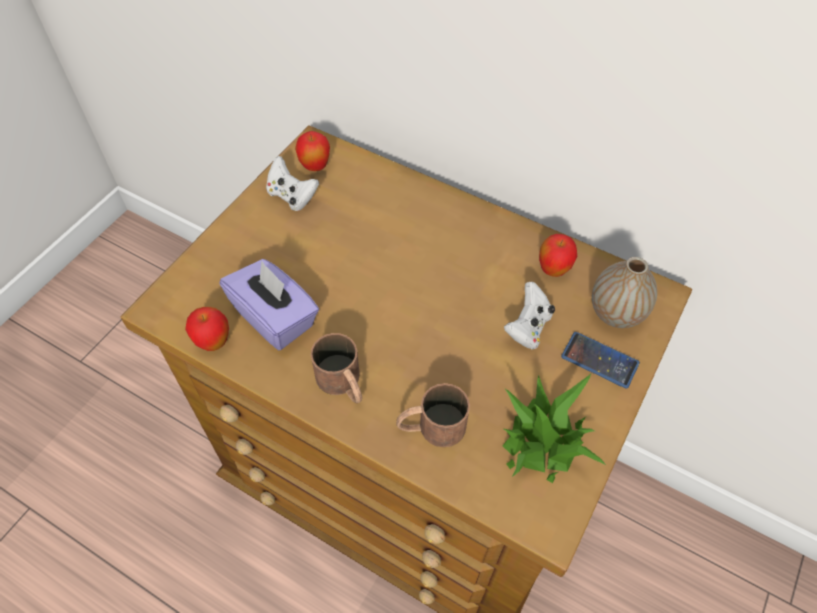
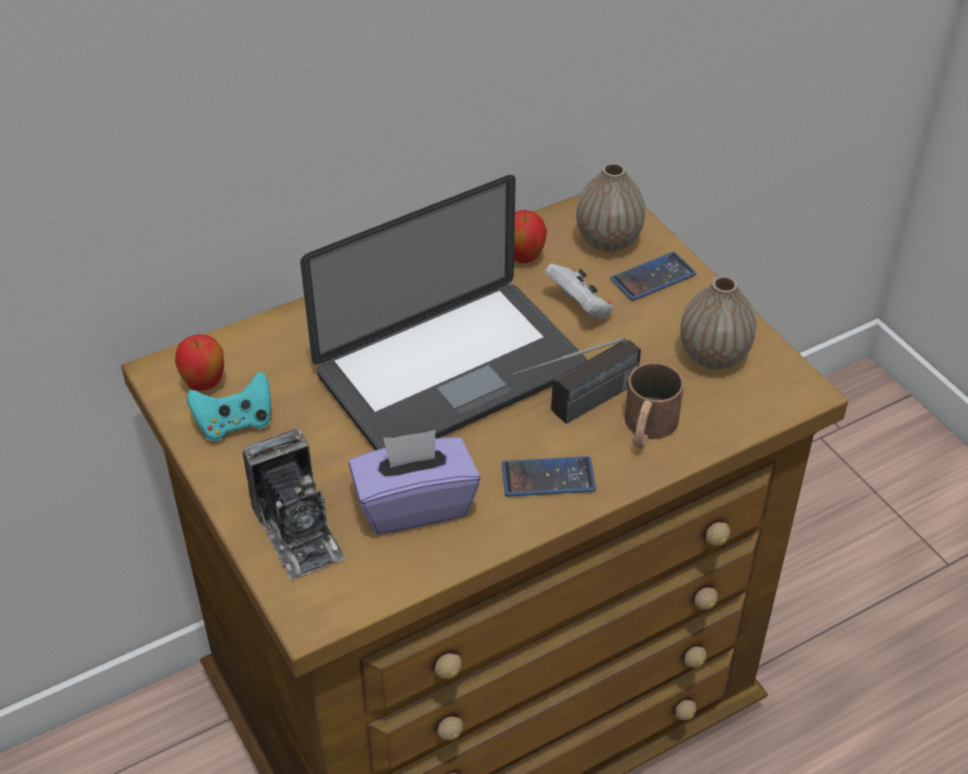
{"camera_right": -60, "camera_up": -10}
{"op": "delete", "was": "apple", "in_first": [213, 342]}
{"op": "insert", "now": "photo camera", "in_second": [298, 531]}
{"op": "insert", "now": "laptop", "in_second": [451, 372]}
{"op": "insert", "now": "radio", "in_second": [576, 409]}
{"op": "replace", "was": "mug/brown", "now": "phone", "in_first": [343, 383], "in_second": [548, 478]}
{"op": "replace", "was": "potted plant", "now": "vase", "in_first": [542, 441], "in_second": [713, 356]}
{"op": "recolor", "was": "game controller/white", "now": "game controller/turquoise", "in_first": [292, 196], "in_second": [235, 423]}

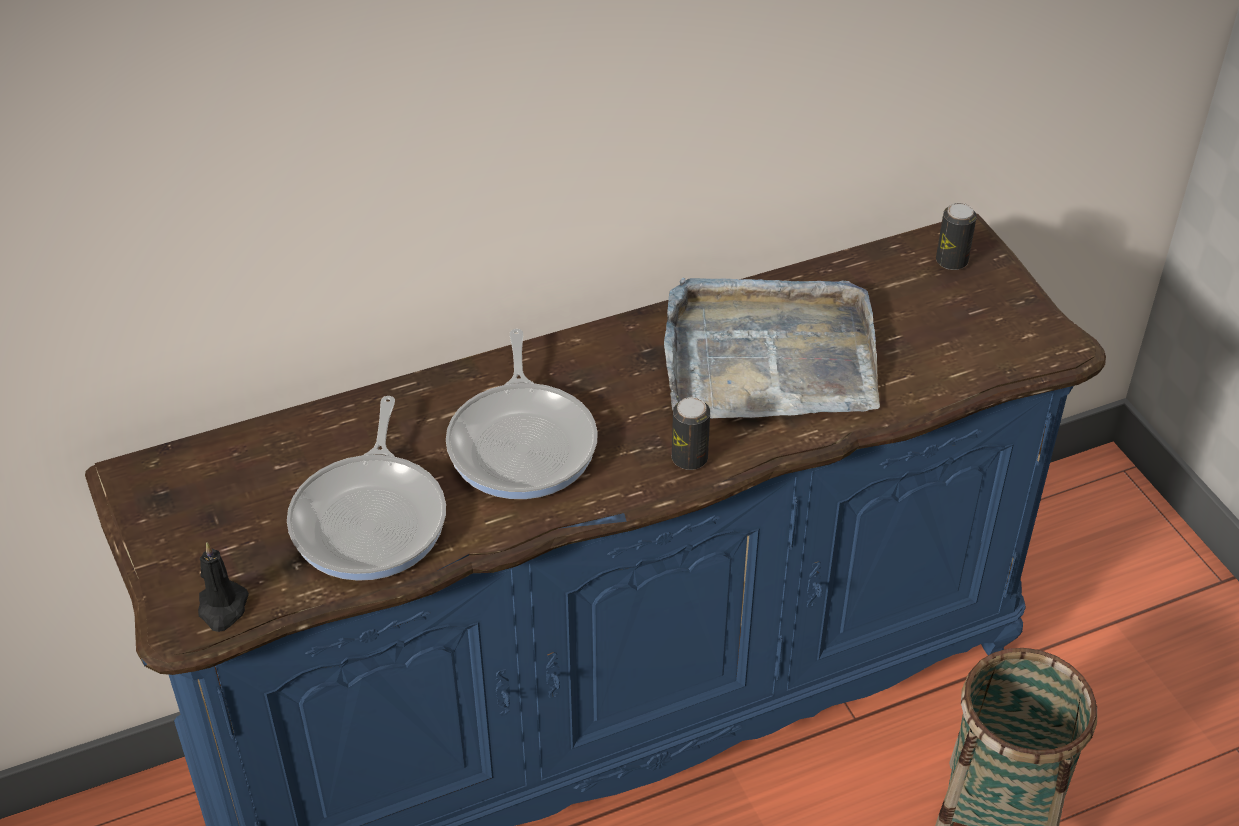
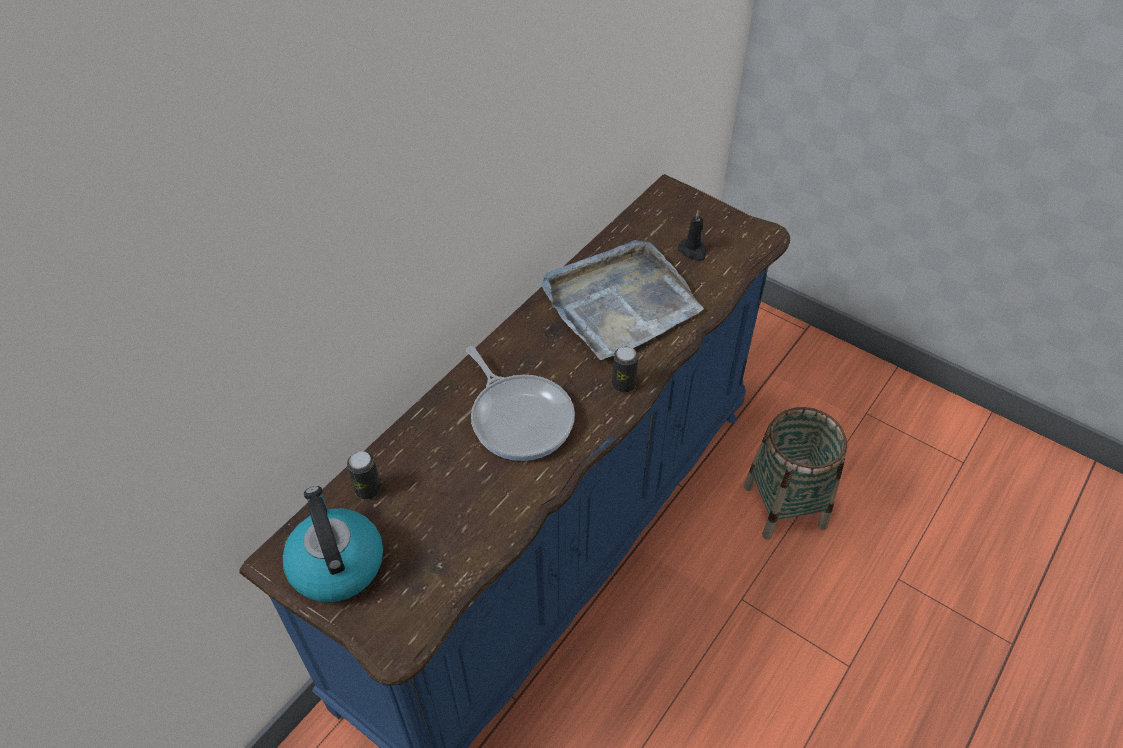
{"camera_right": -30, "camera_up": 5}
{"op": "delete", "was": "frying pan", "in_first": [372, 518]}
{"op": "insert", "now": "kettle", "in_second": [336, 563]}
{"op": "move", "was": "candle/black", "in_first": [223, 608], "in_second": [693, 251]}
{"op": "move", "was": "can", "in_first": [951, 261], "in_second": [368, 489]}

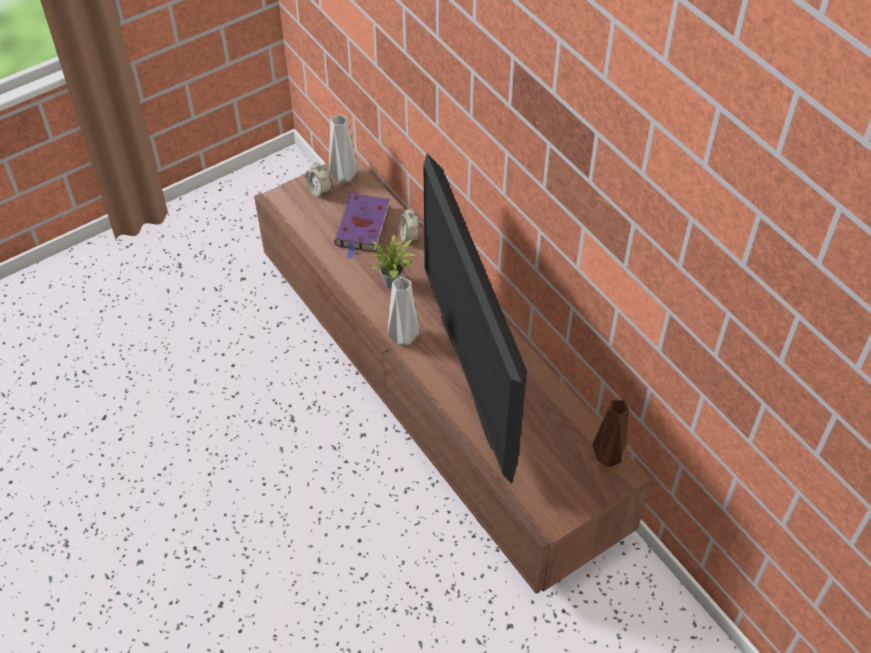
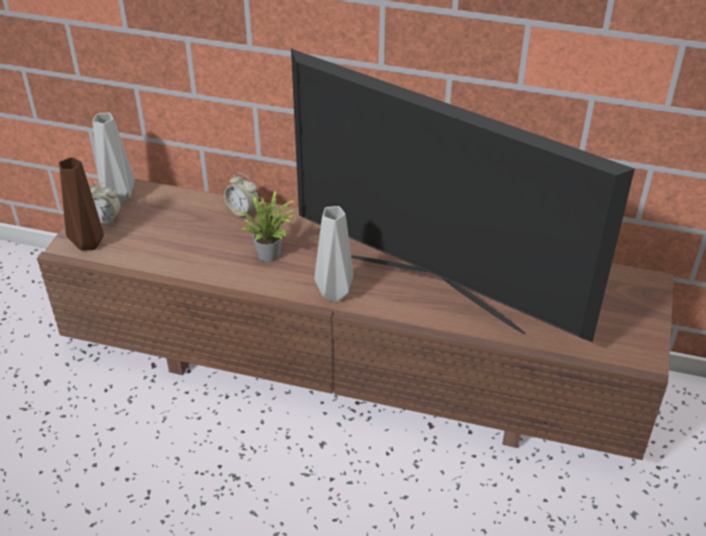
{"camera_right": -40, "camera_up": -10}
{"op": "delete", "was": "book/purple", "in_first": [363, 228]}
{"op": "move", "was": "vase/brown", "in_first": [608, 458], "in_second": [90, 244]}

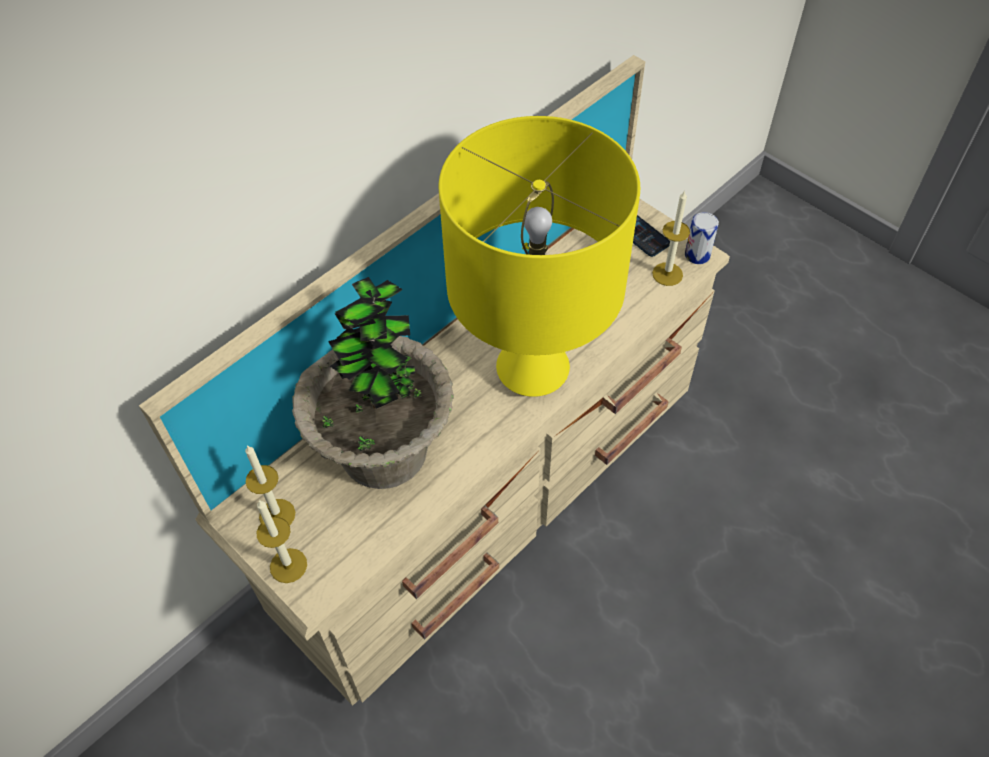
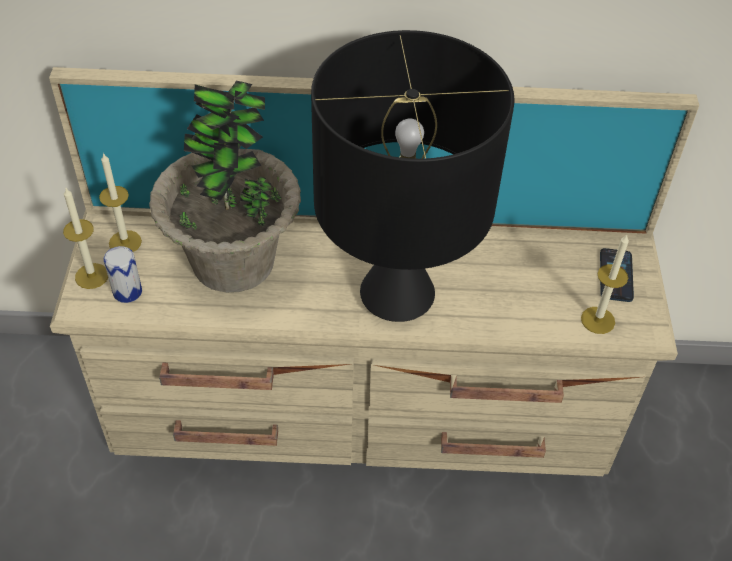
{"camera_right": 45, "camera_up": -5}
{"op": "move", "was": "can", "in_first": [697, 255], "in_second": [127, 292]}
{"op": "recolor", "was": "table lamp/yellow", "now": "table lamp/black", "in_first": [533, 372], "in_second": [397, 298]}

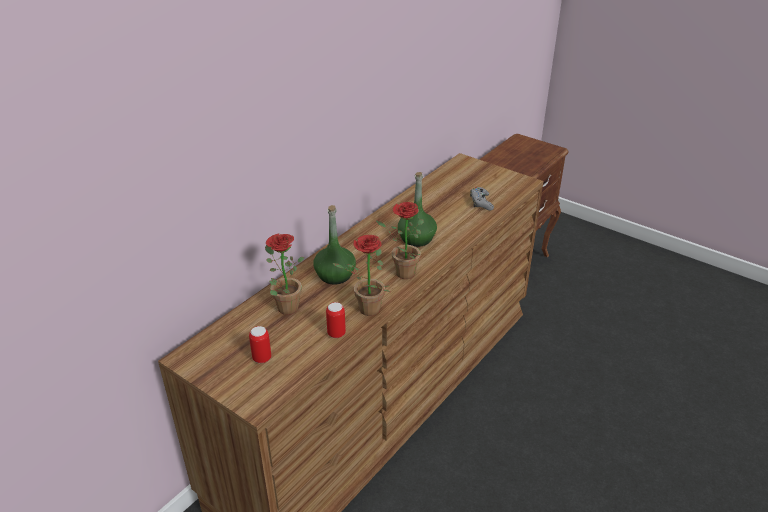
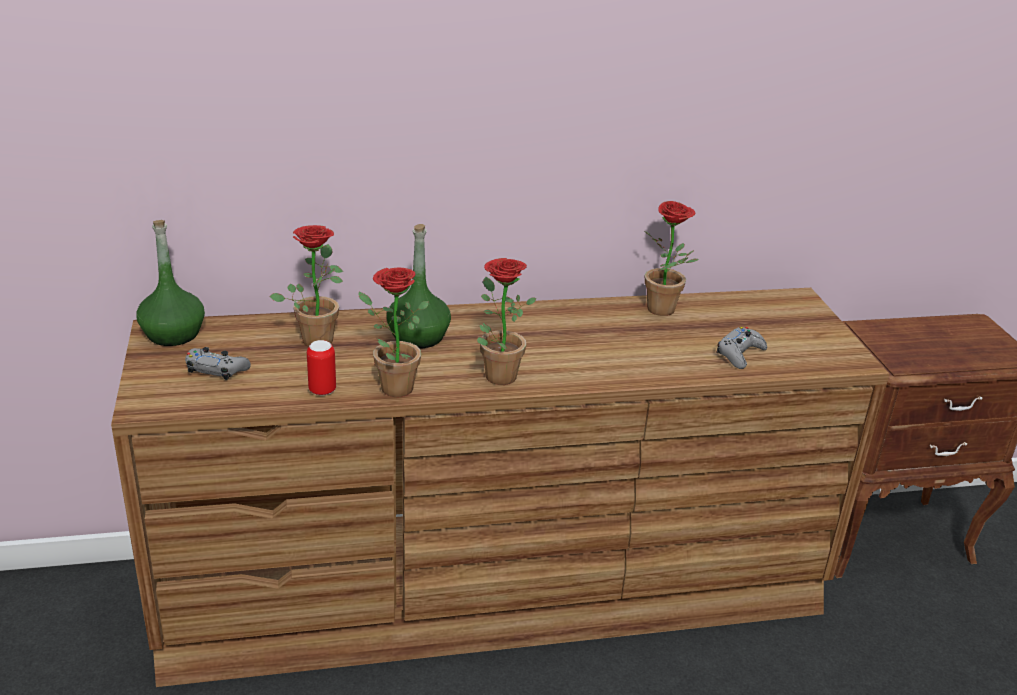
{"camera_right": 40, "camera_up": -5}
{"op": "insert", "now": "potted plant", "in_second": [666, 311]}
{"op": "move", "was": "bottle/green", "in_first": [416, 238], "in_second": [173, 334]}
{"op": "replace", "was": "can", "now": "game controller/grey", "in_first": [262, 358], "in_second": [216, 370]}

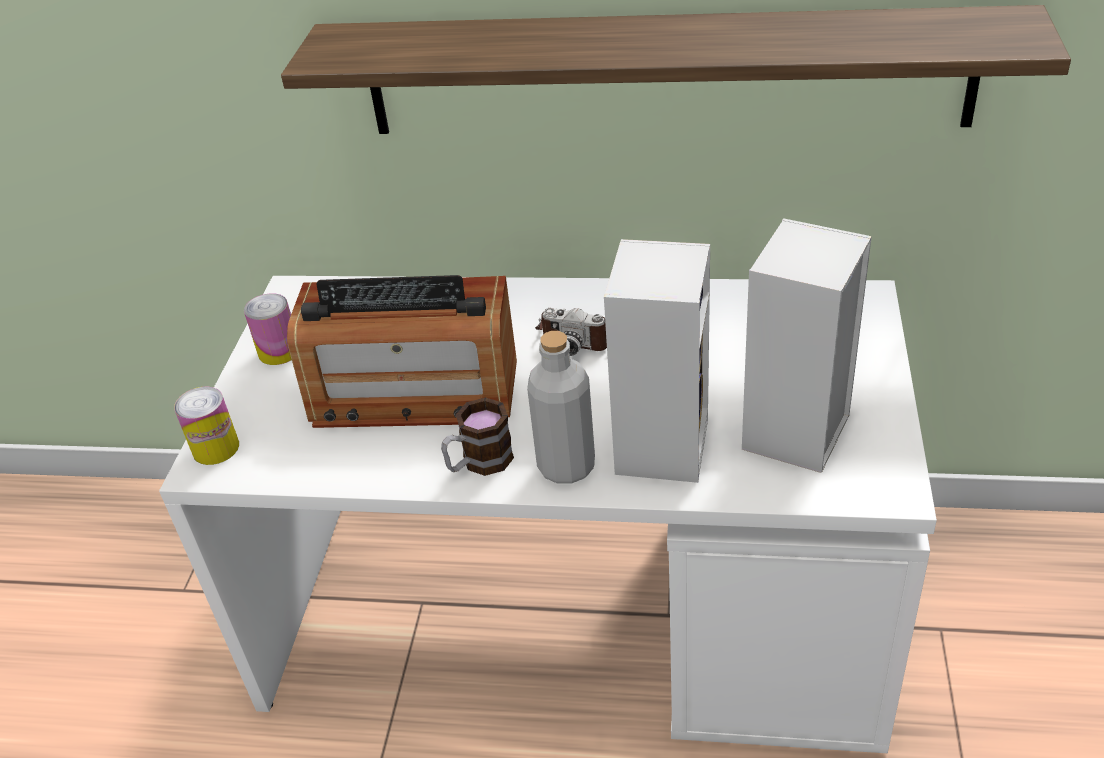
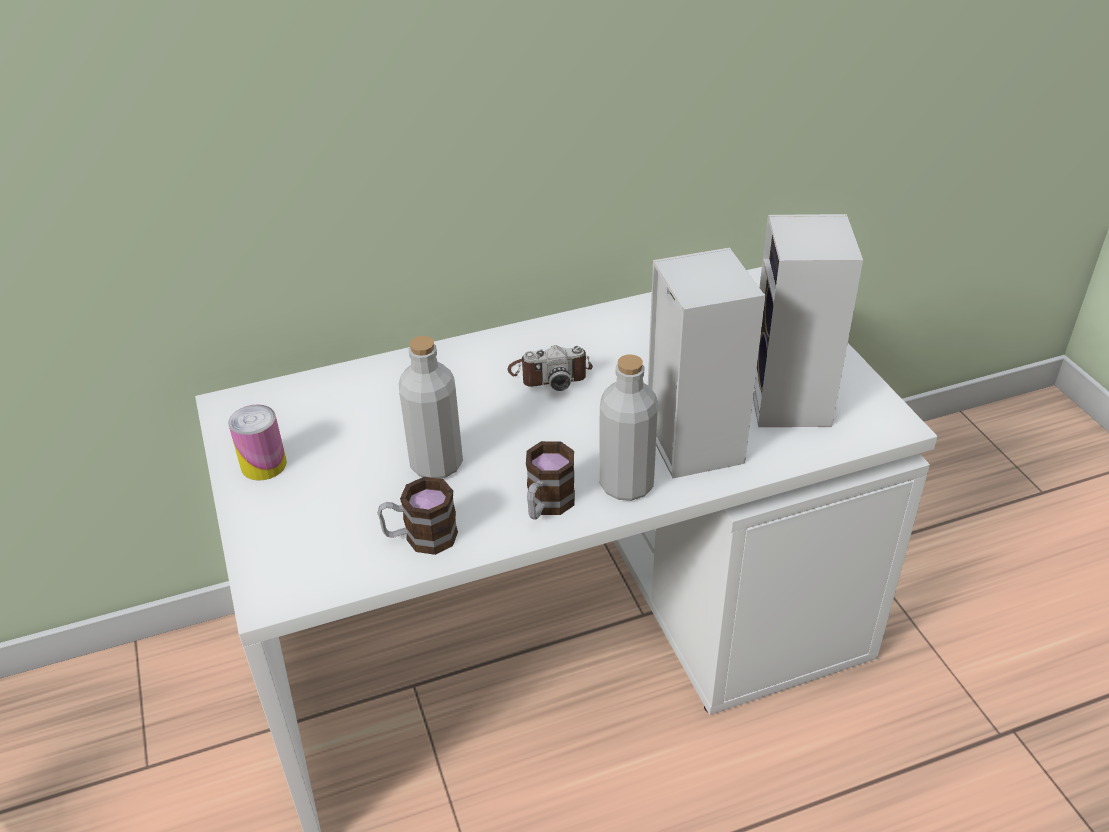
{"camera_right": -30, "camera_up": 0}
{"op": "delete", "was": "can", "in_first": [216, 448]}
{"op": "delete", "was": "shelf", "in_first": [663, 73]}
{"op": "insert", "now": "mug", "in_second": [420, 537]}
{"op": "replace", "was": "radio", "now": "bottle/grey", "in_first": [414, 393], "in_second": [436, 464]}

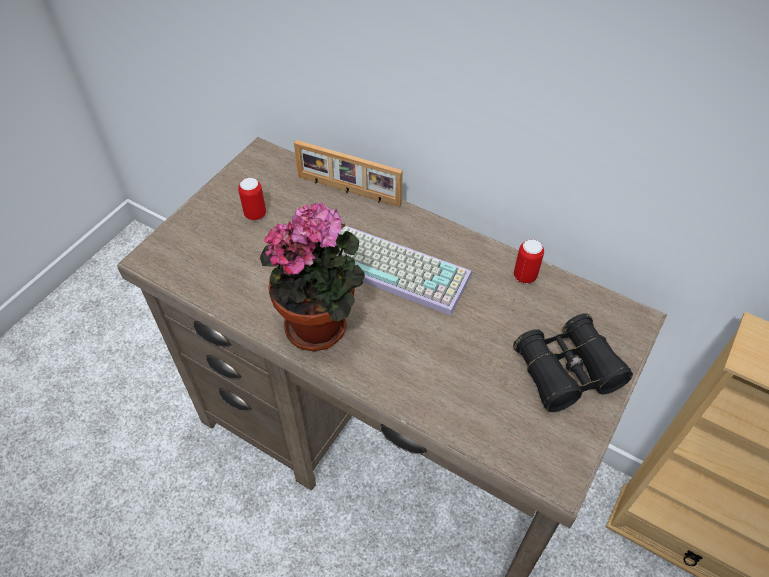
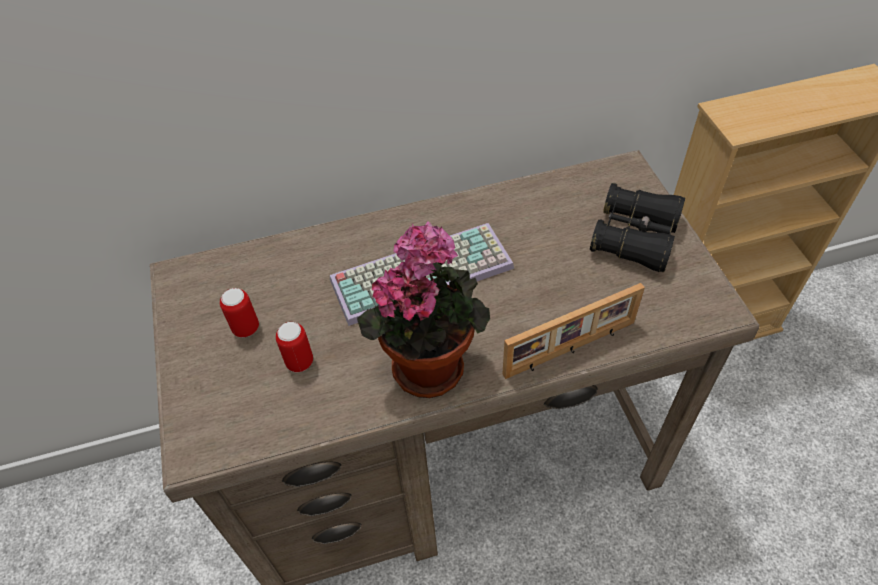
{"camera_right": -45, "camera_up": 0}
{"op": "move", "was": "picture frame", "in_first": [348, 191], "in_second": [570, 350]}
{"op": "move", "was": "can", "in_first": [525, 276], "in_second": [300, 362]}

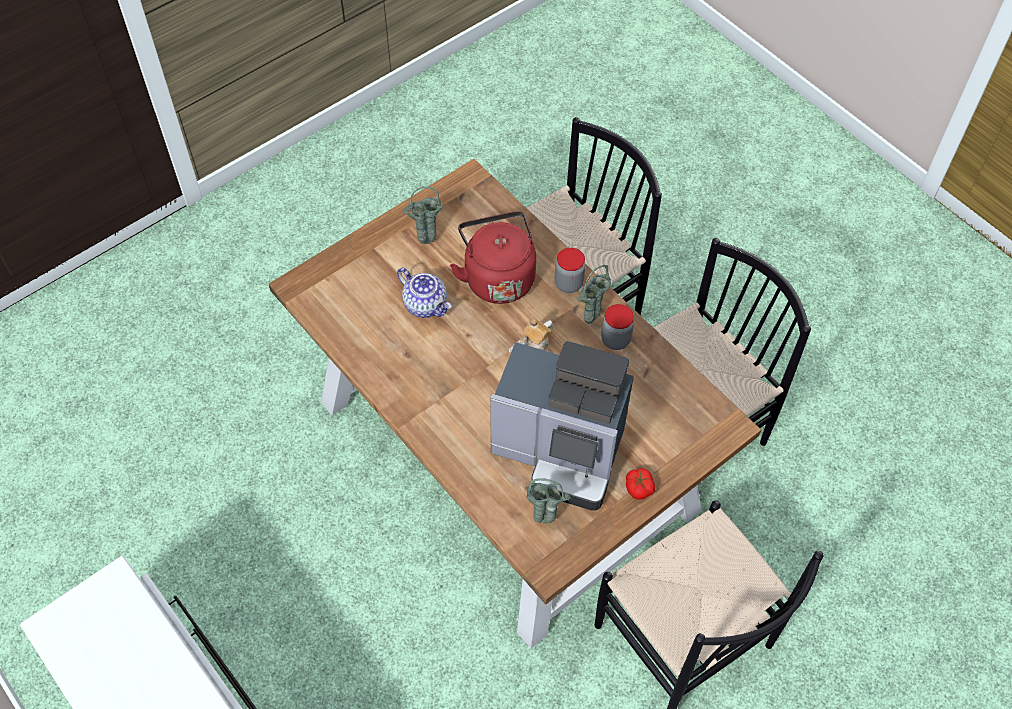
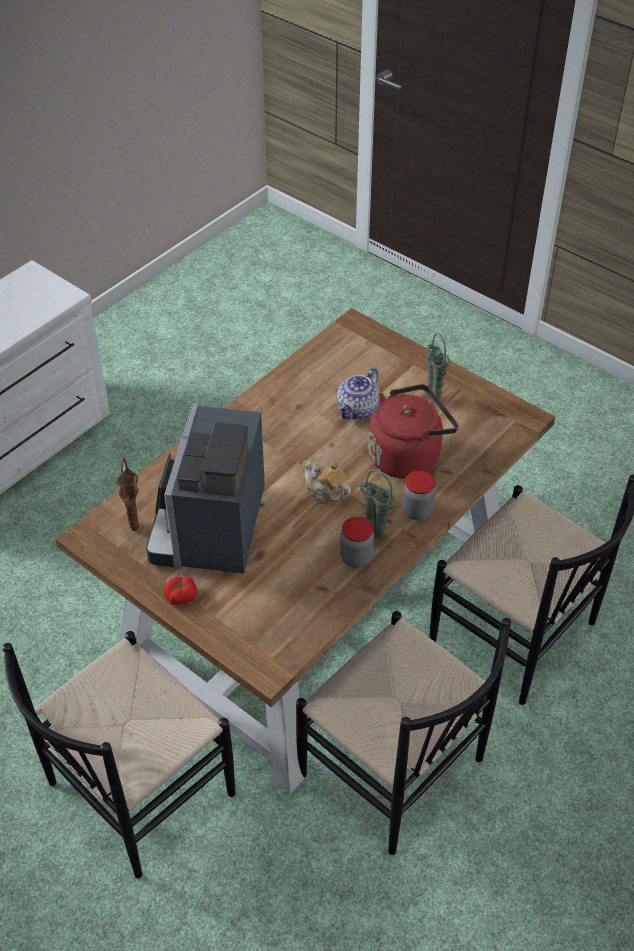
{"camera_right": 80, "camera_up": -10}
{"op": "recolor", "was": "vase/green", "now": "vase/brown", "in_first": [546, 521], "in_second": [135, 529]}

